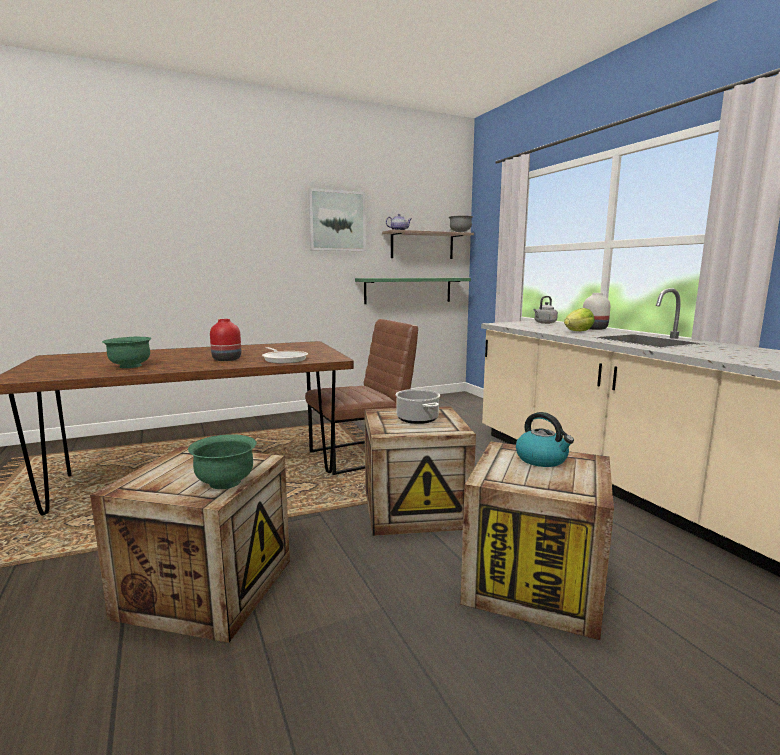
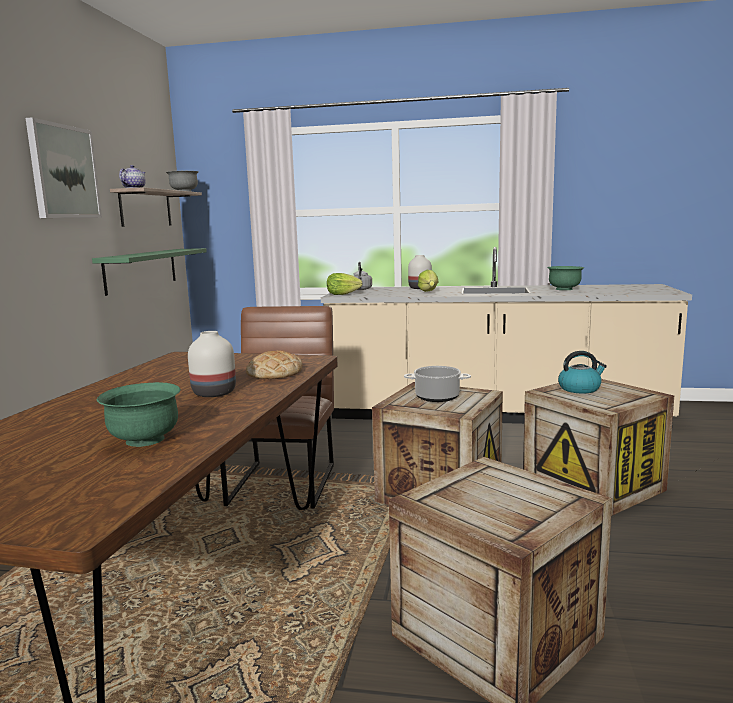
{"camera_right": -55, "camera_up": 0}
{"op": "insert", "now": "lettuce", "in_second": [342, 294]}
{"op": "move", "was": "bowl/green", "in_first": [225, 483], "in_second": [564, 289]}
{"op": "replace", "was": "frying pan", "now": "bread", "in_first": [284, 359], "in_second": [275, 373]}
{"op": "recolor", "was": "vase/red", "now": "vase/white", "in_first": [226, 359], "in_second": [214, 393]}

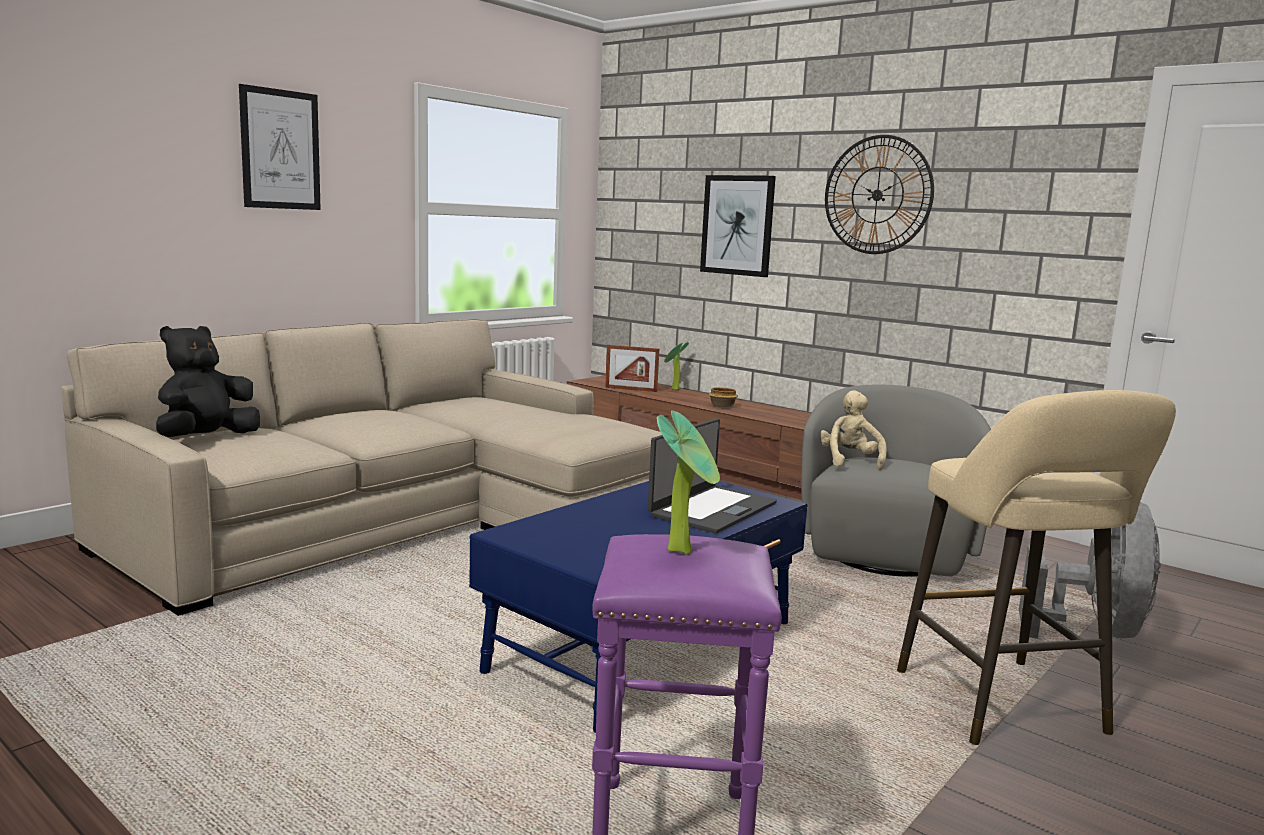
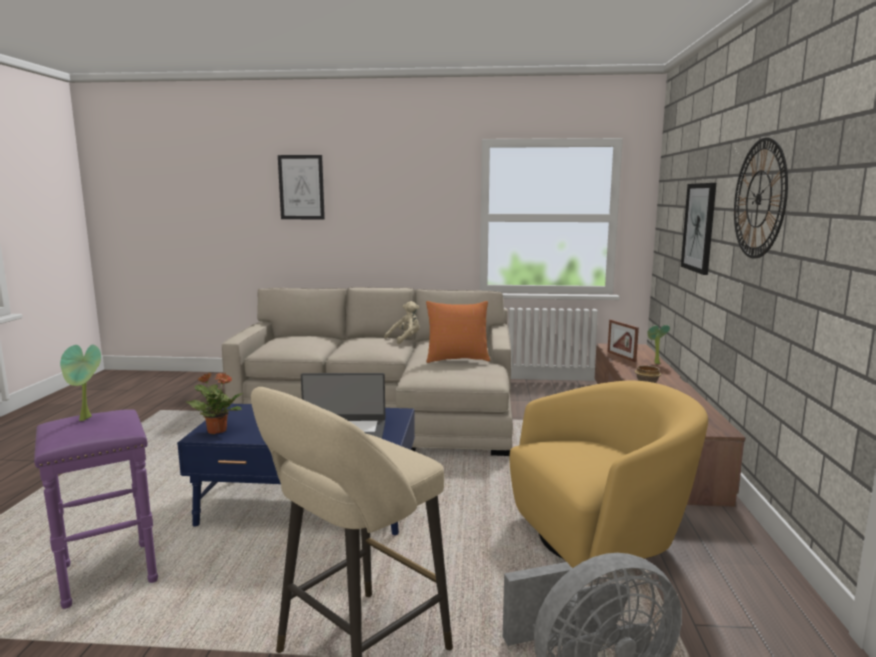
{"camera_right": 55, "camera_up": 0}
{"op": "delete", "was": "plush toy/black", "in_first": [206, 439]}
{"op": "insert", "now": "potted plant", "in_second": [216, 430]}
{"op": "insert", "now": "pillow/orange", "in_second": [457, 360]}
{"op": "move", "was": "picture", "in_first": [280, 149], "in_second": [301, 187]}
{"op": "move", "was": "plush toy/beige", "in_first": [849, 461], "in_second": [405, 339]}
{"op": "recolor", "was": "armchair/grey", "now": "armchair/yellow", "in_first": [885, 552], "in_second": [601, 536]}

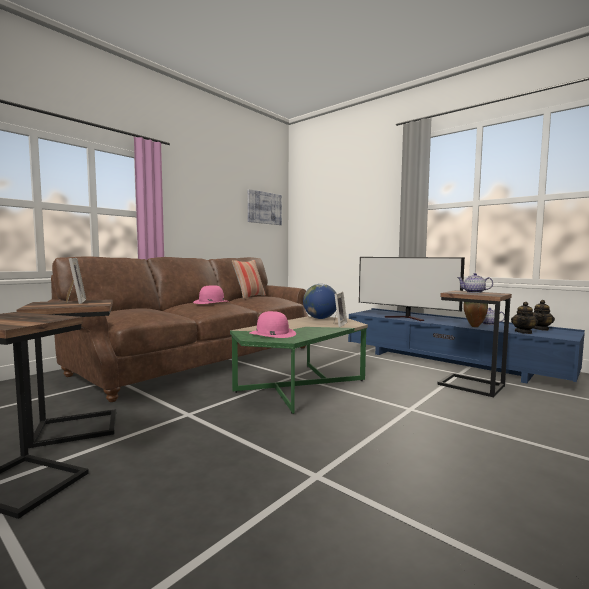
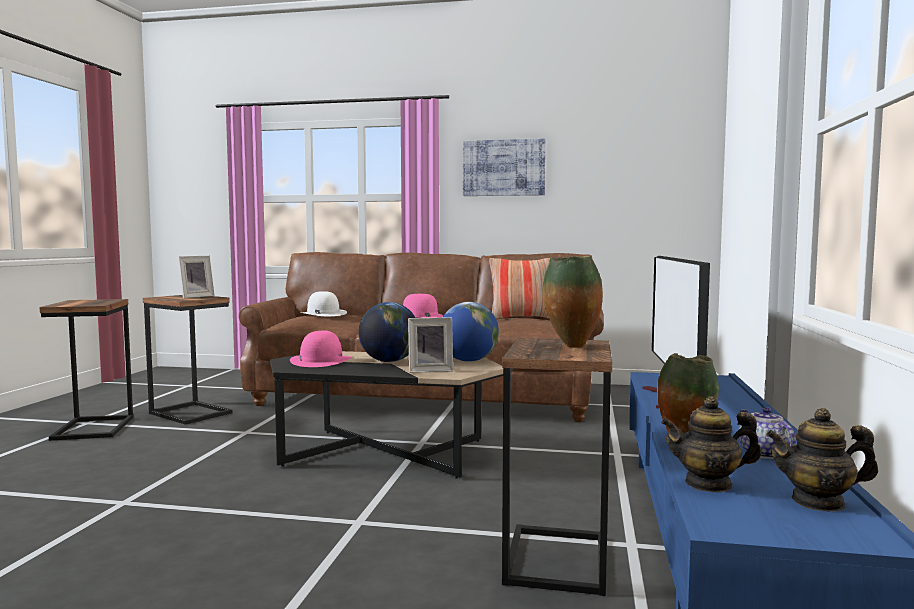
{"camera_right": 60, "camera_up": 0}
{"op": "insert", "now": "hat/white", "in_second": [323, 314]}
{"op": "insert", "now": "globe", "in_second": [389, 361]}
{"op": "move", "was": "picture", "in_first": [264, 208], "in_second": [503, 168]}
{"op": "replace", "was": "teapot", "now": "vase", "in_first": [474, 292], "in_second": [571, 347]}
{"op": "recolor", "was": "coffee table/green", "now": "coffee table/black", "in_first": [301, 386], "in_second": [385, 452]}

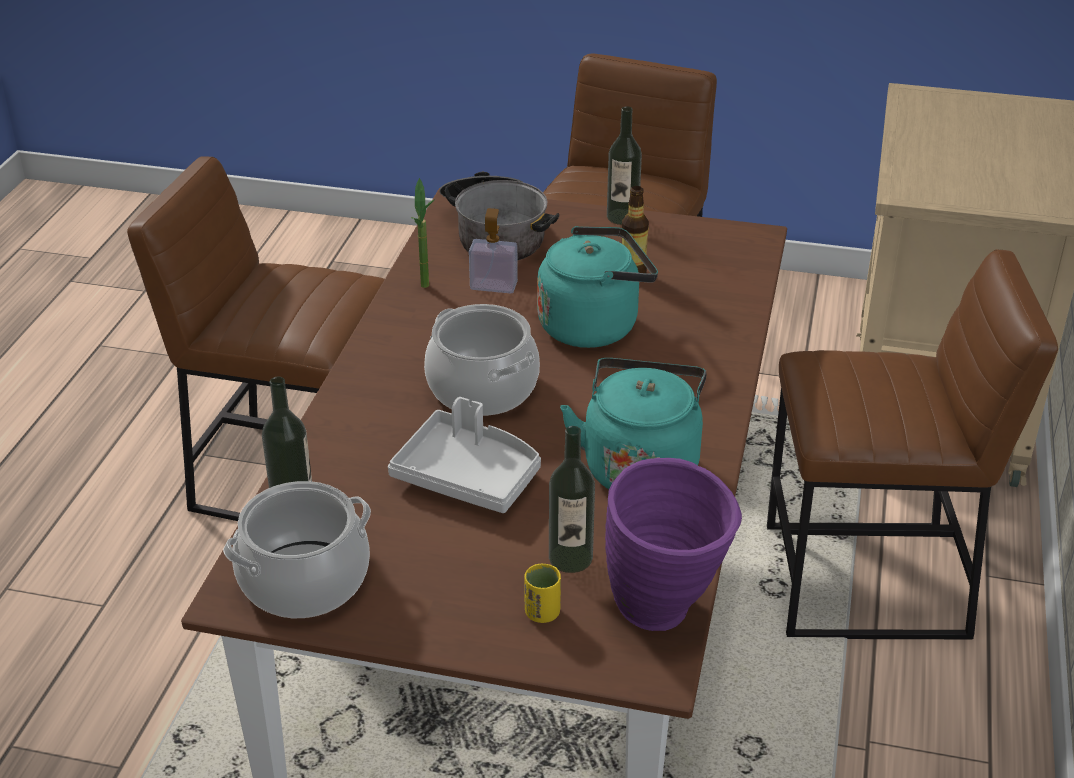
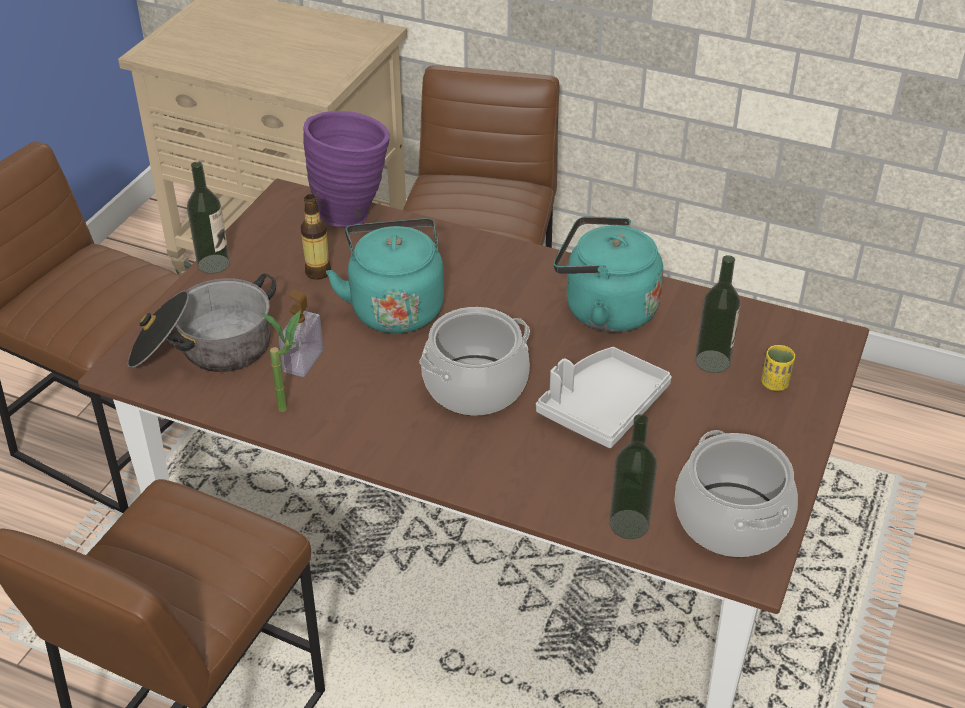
{"camera_right": -80, "camera_up": 5}
{"op": "move", "was": "vase/purple", "in_first": [666, 614], "in_second": [352, 213]}

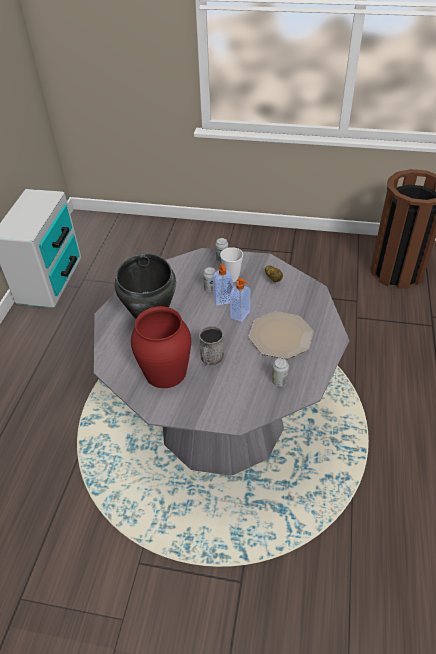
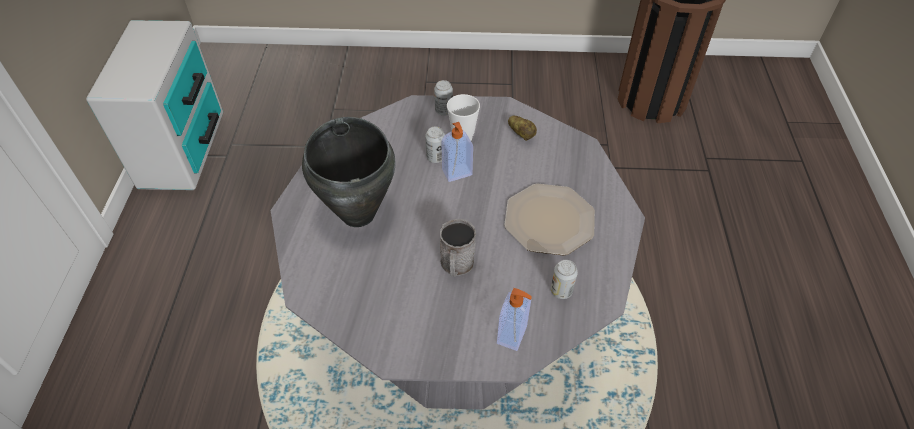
{"camera_right": -10, "camera_up": 5}
{"op": "delete", "was": "vase/red", "in_first": [166, 372]}
{"op": "move", "was": "soap dispenser", "in_first": [240, 315], "in_second": [513, 335]}

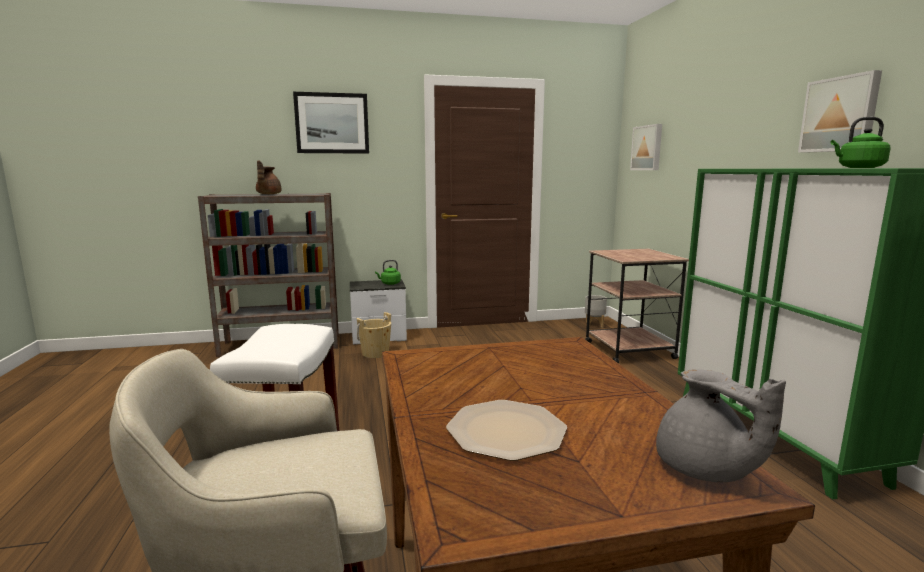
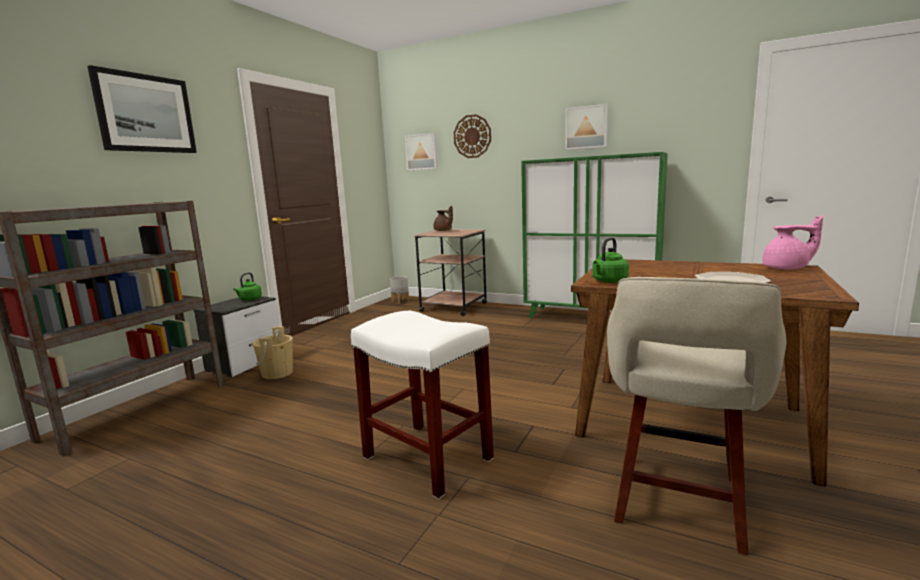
{"camera_right": -50, "camera_up": 0}
{"op": "insert", "now": "wall clock", "in_second": [472, 136]}
{"op": "move", "was": "teapot/brown", "in_first": [268, 194], "in_second": [443, 230]}
{"op": "move", "was": "kettle/green", "in_first": [858, 168], "in_second": [608, 281]}
{"op": "recolor", "was": "teapot/grey", "now": "teapot/pink", "in_first": [704, 470], "in_second": [787, 268]}

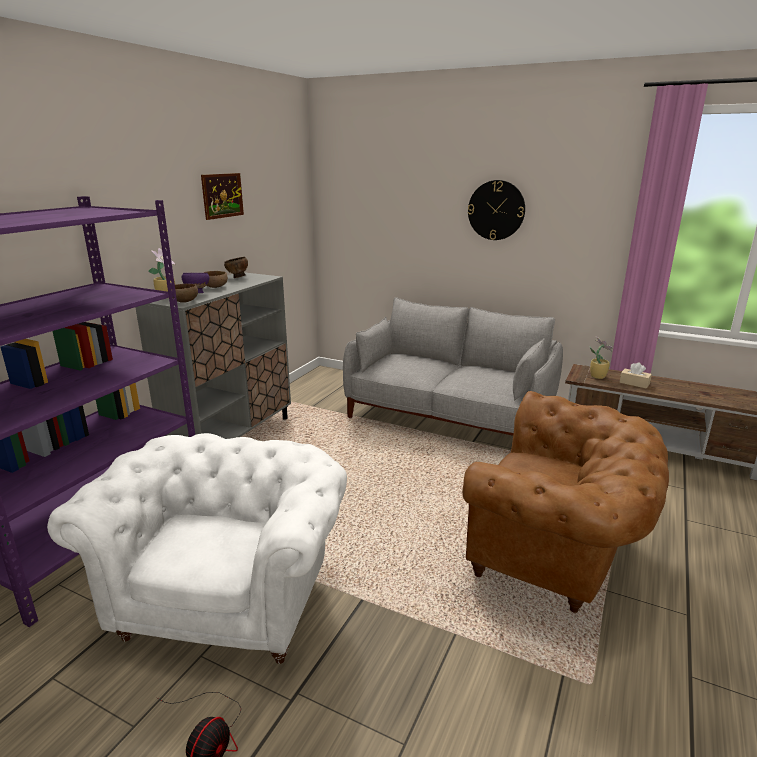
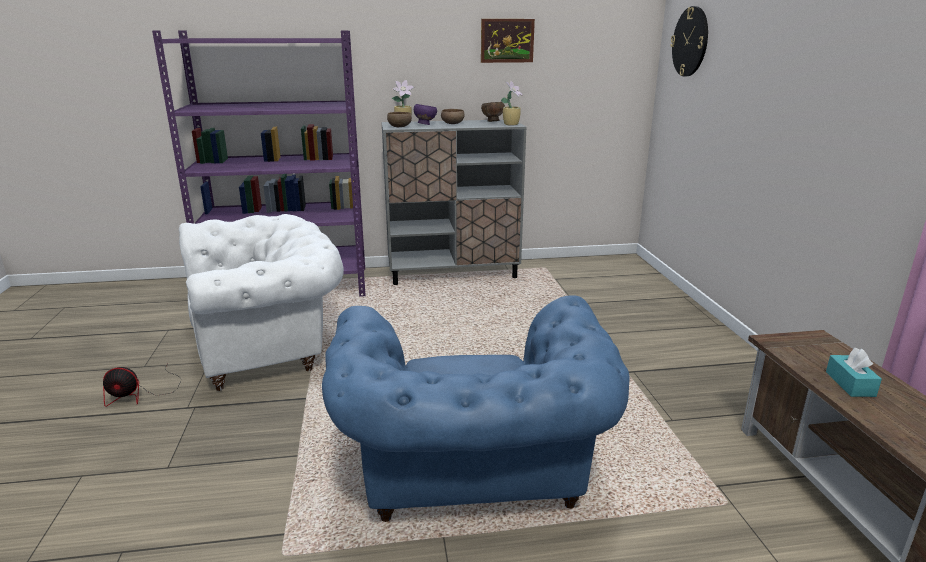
{"camera_right": 55, "camera_up": 0}
{"op": "delete", "was": "sofa/grey", "in_first": [449, 416]}
{"op": "move", "was": "wall clock", "in_first": [496, 210], "in_second": [690, 42]}
{"op": "move", "was": "potted plant", "in_first": [597, 376], "in_second": [511, 124]}
{"op": "recolor", "was": "armchair/brown", "now": "armchair/blue", "in_first": [557, 555], "in_second": [473, 486]}
{"op": "recolor", "was": "tissue box/beige", "now": "tissue box/turquoise", "in_first": [634, 383], "in_second": [850, 384]}

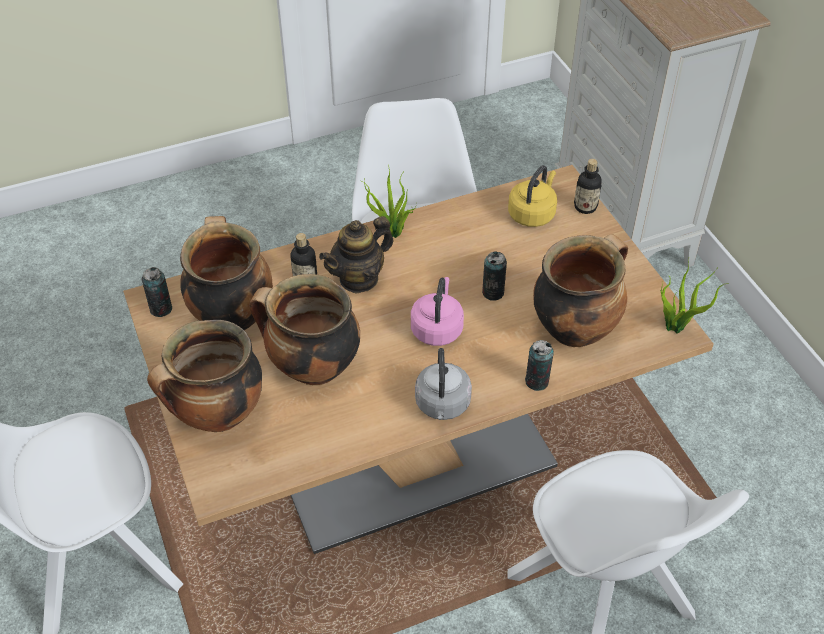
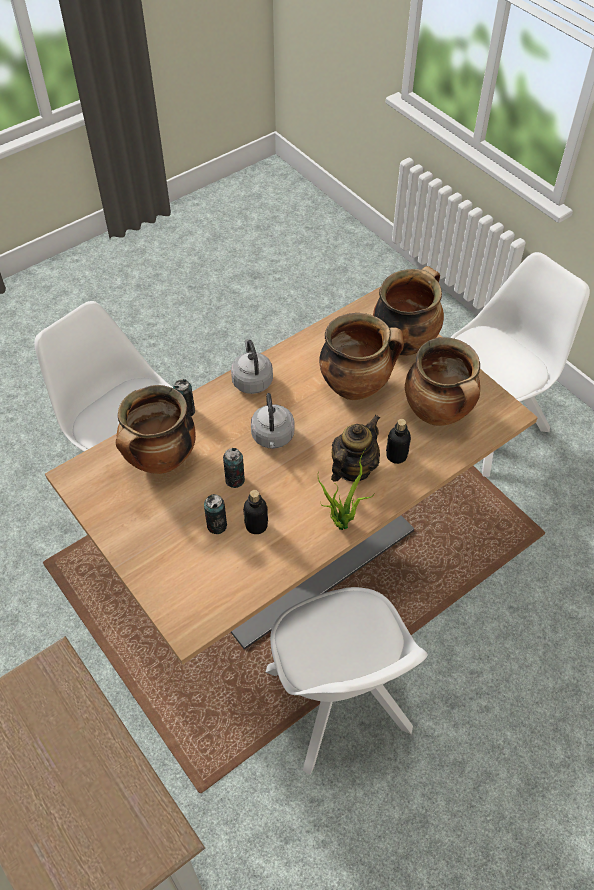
{"camera_right": 165, "camera_up": 5}
{"op": "delete", "was": "kettle/yellow", "in_first": [532, 214]}
{"op": "delete", "was": "potted plant", "in_first": [677, 327]}
{"op": "move", "was": "can", "in_first": [161, 309], "in_second": [217, 525]}
{"op": "move", "was": "bottle", "in_first": [585, 207], "in_second": [256, 525]}
{"op": "recolor", "was": "kettle/pink", "now": "kettle/grey", "in_first": [437, 328], "in_second": [273, 437]}

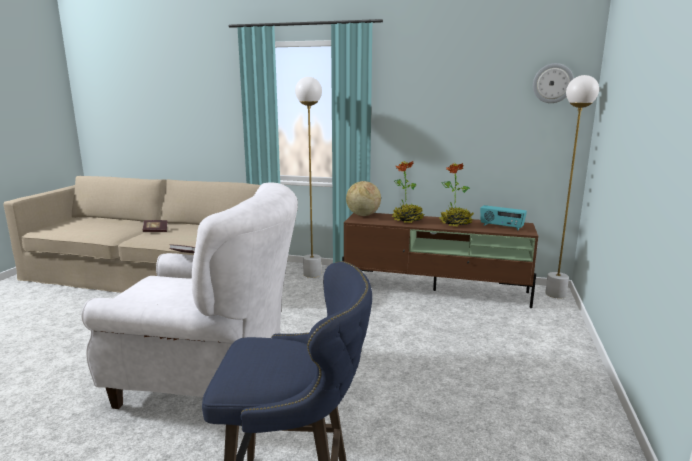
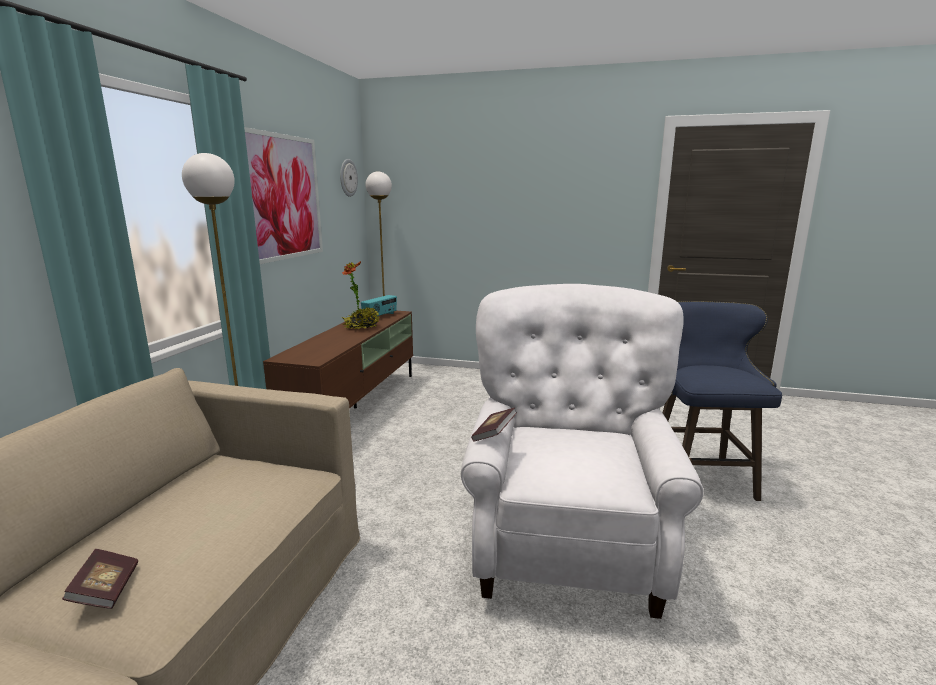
{"camera_right": -90, "camera_up": 0}
{"op": "delete", "was": "globe", "in_first": [363, 215]}
{"op": "delete", "was": "potted plant", "in_first": [407, 220]}
{"op": "insert", "now": "picture", "in_second": [284, 197]}

